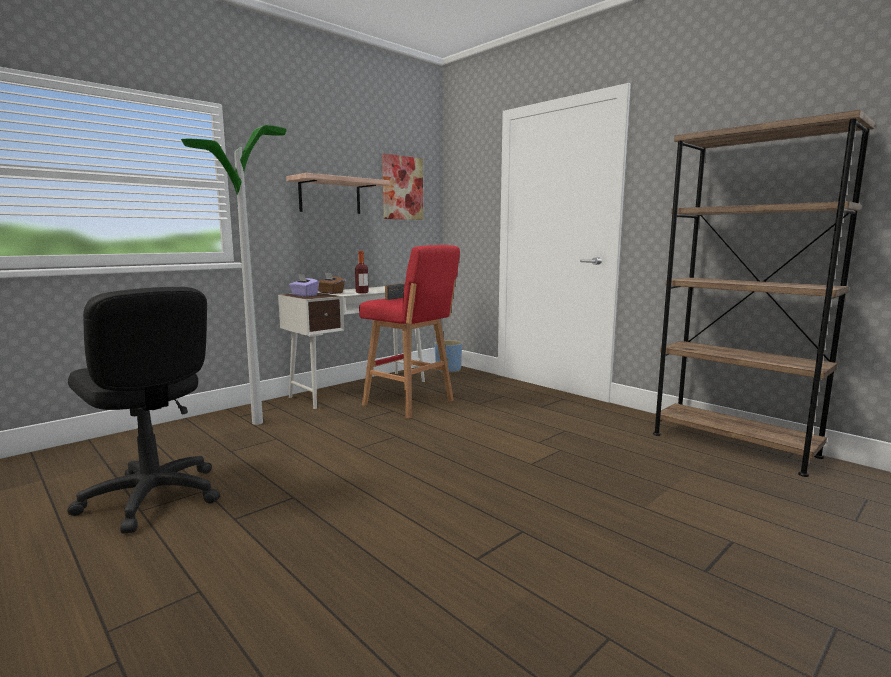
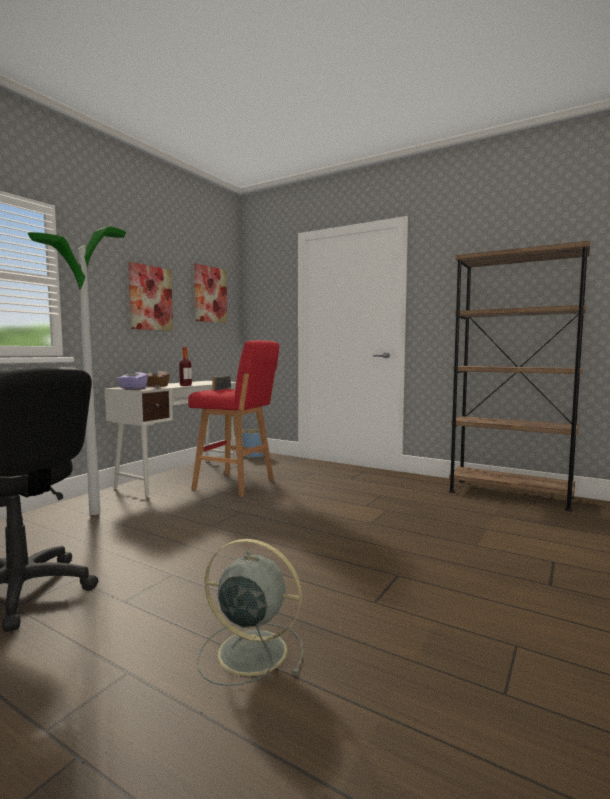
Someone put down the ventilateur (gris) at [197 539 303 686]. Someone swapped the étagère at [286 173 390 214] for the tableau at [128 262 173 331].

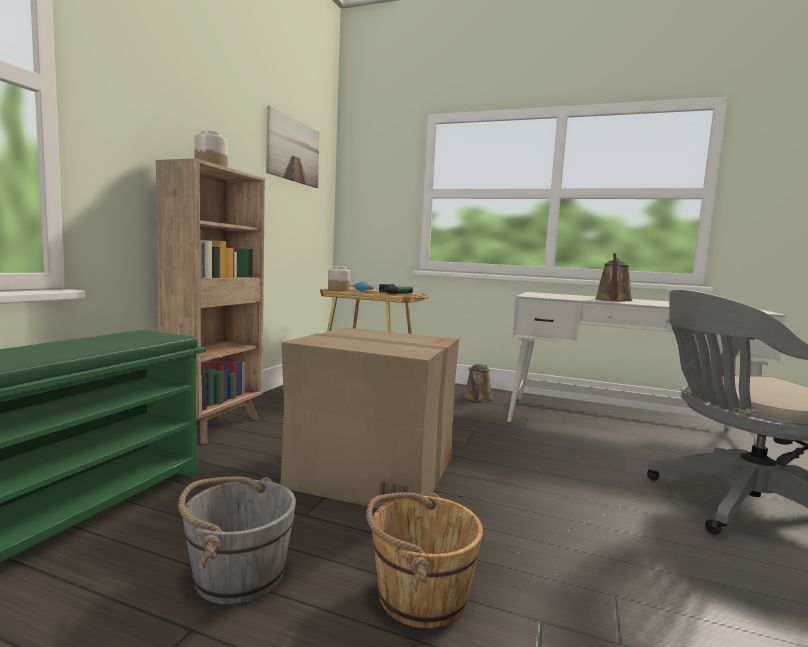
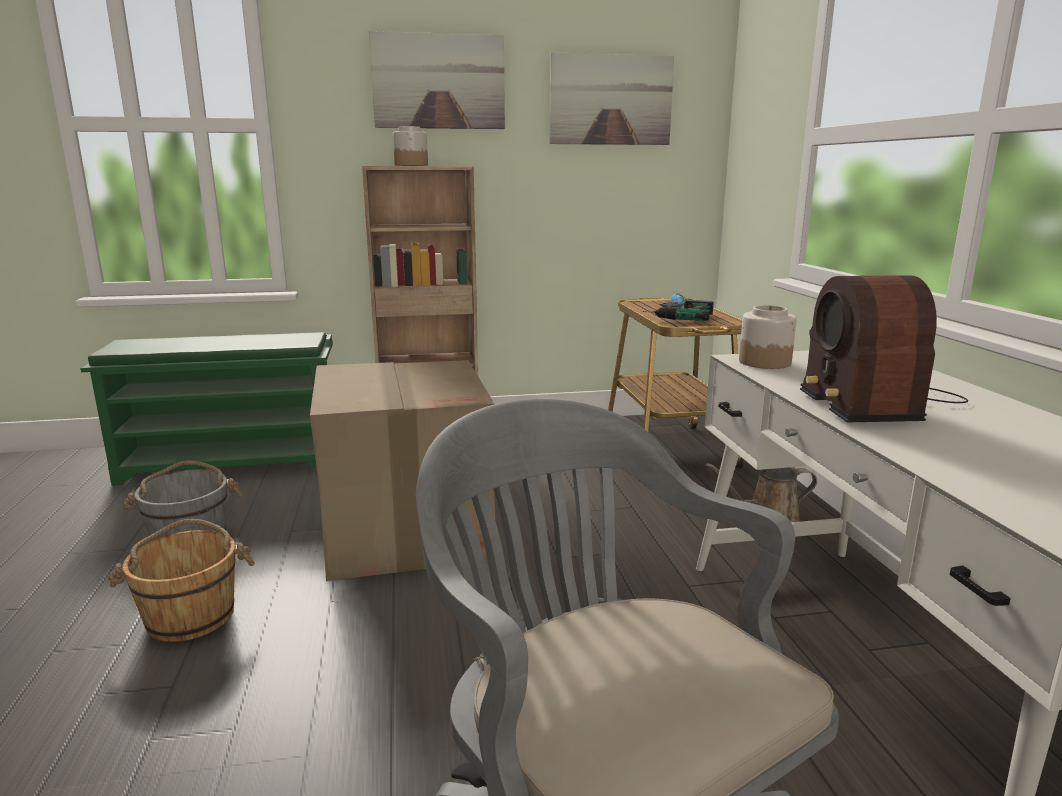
Someone put up the tableau at [369 31 505 129]. Someone carried the bocal from [328 266 350 291] to [739 305 797 369]. Someone swapped the arrosoir (marron) at [595 253 633 302] for the radio at [800 275 968 422].

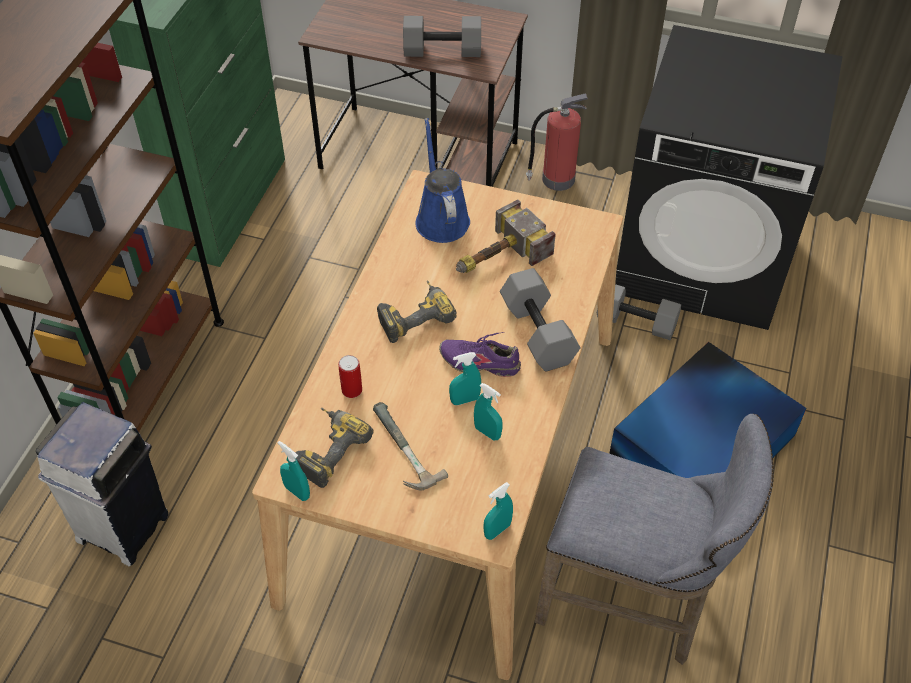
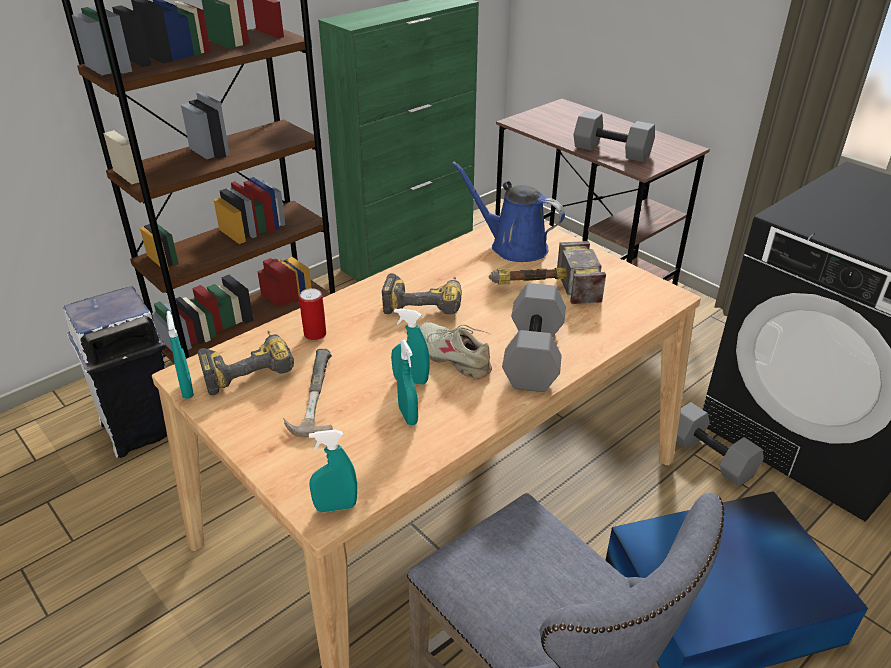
Someone took away the extincteur at [526 93 588 191]. Someone repainted the chaussure (violet) at [439 332 521 377], which became the chaussure (beige) at [419 322 492 379]. Someone rotated the arrosoir (bleu) at [415 118 470 243] by 75 degrees counterclockwise.

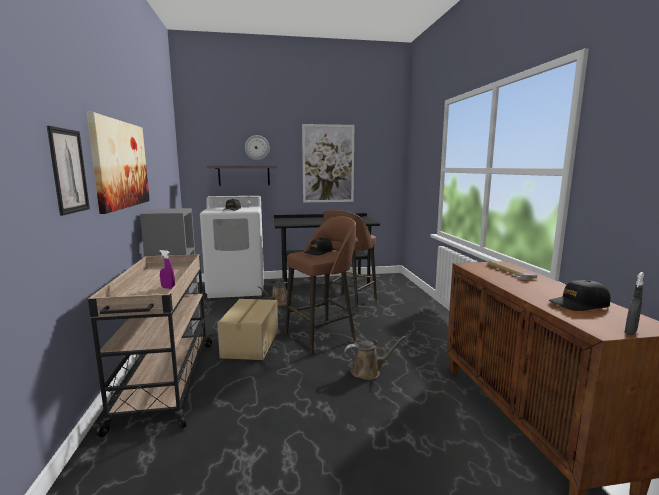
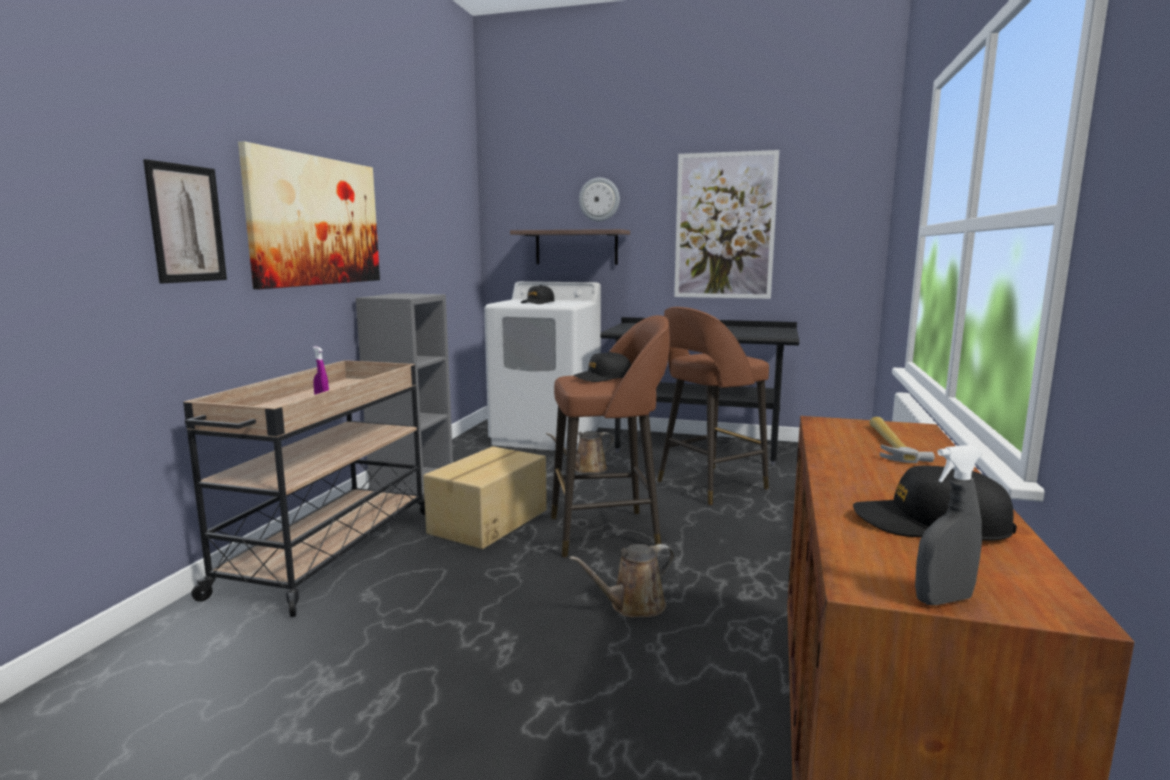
Someone rotated the arrosoir (marron) at [344 336 406 380] by 135 degrees clockwise.

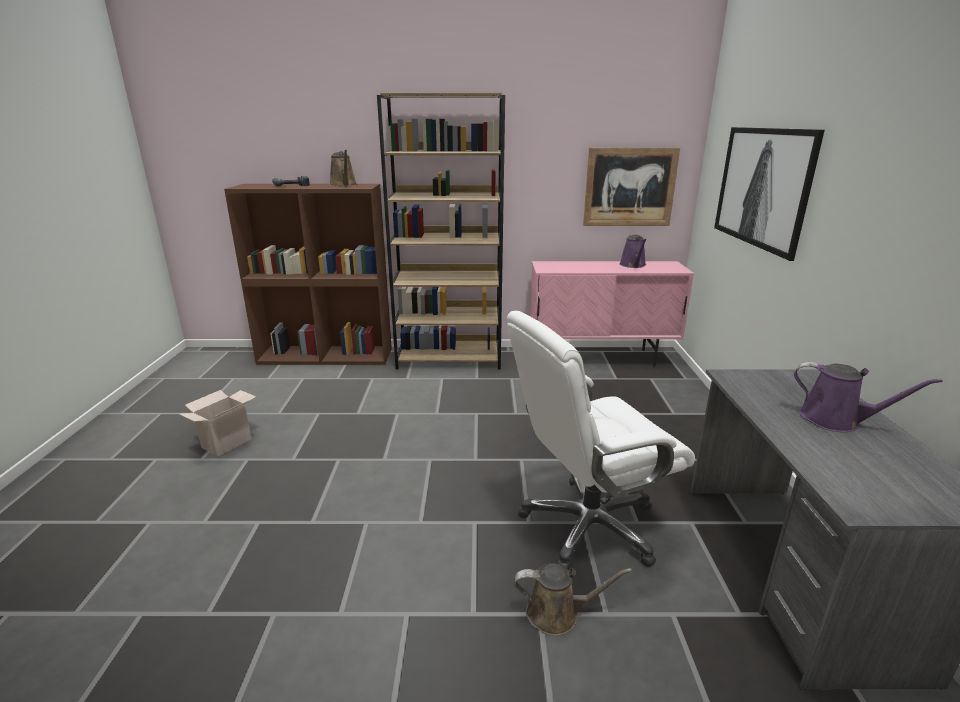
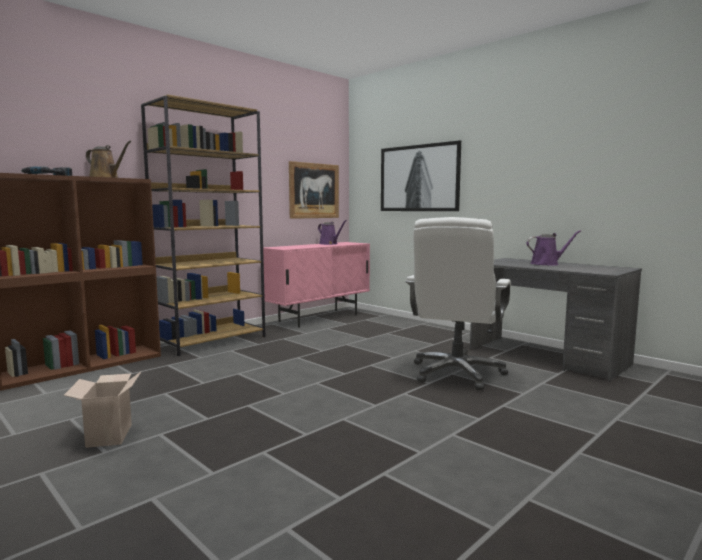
Someone took away the arrosoir (marron) at [514 564 632 636].

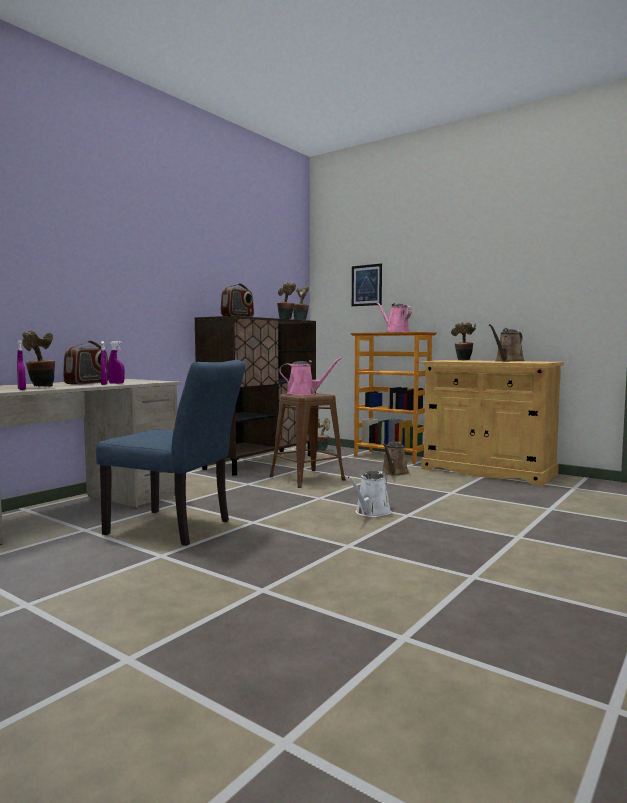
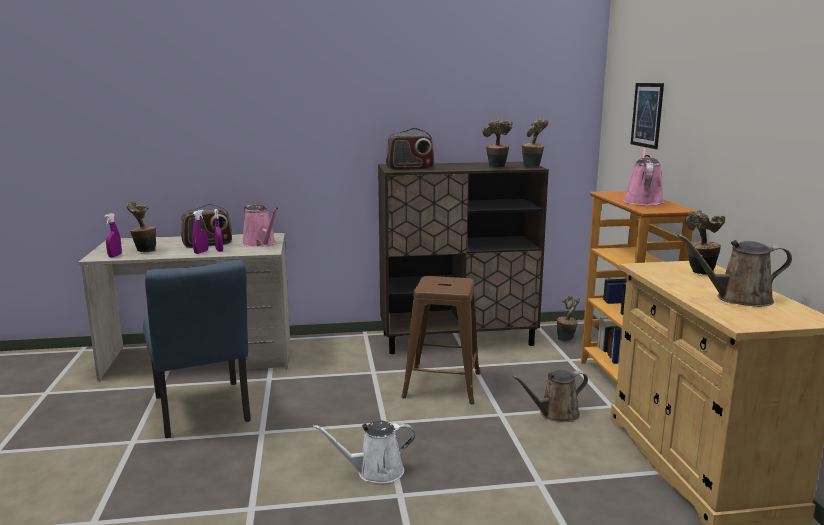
Someone carried the arrosoir (rose) from [279 357 342 395] to [242 204 278 247].

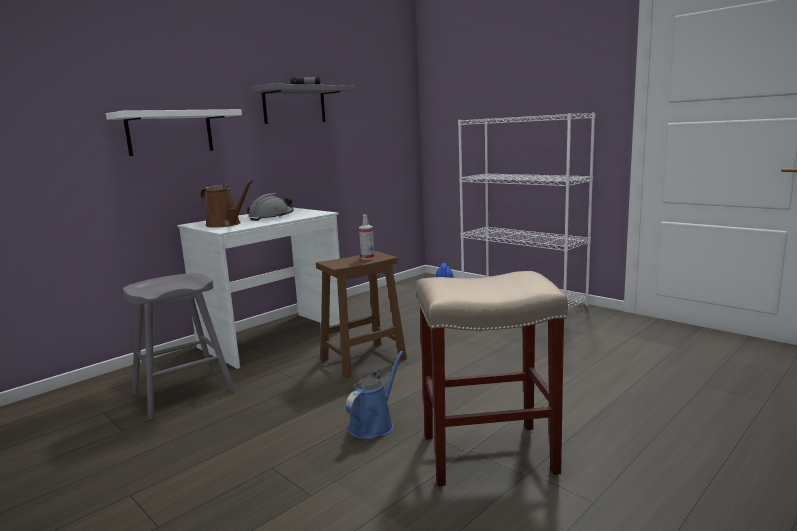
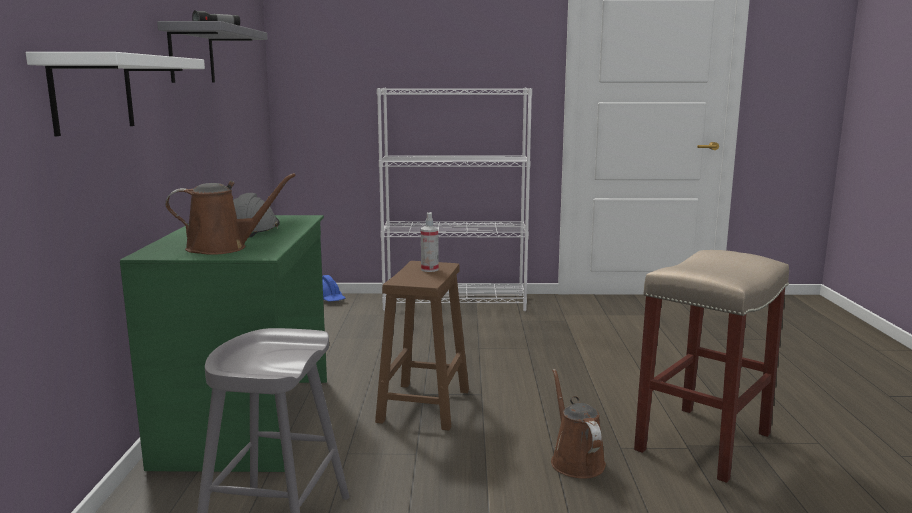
Someone repainted the bureau (blanc) at [177 208 340 369], which became the bureau (vert) at [120 215 327 472]. Someone repainted the arrosoir (bleu) at [346 351 403 439], which became the arrosoir (marron) at [551 369 606 479].

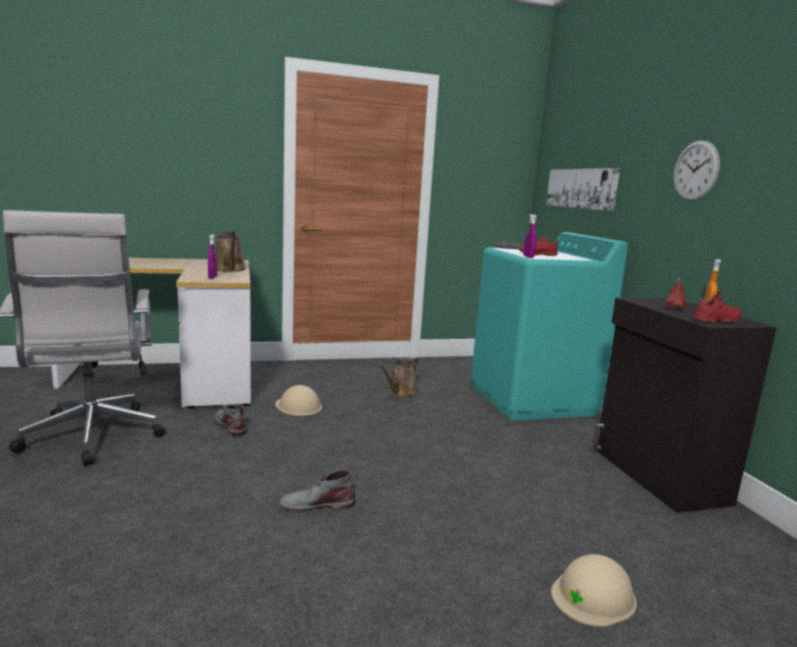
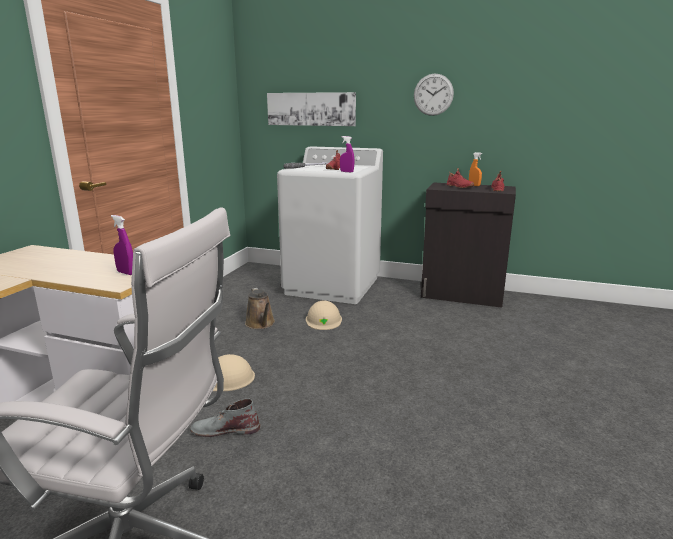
Someone took away the arrosoir (marron) at [215 231 246 272]. Someone took away the botte (gris) at [279 470 355 511]. Someone carried the casque de chantier (beige) from [551 554 637 627] to [306 300 342 330]. Someone repainted the lave-linge (turquoise) at [471 232 628 421], which became the lave-linge (blanc) at [277 146 383 304].

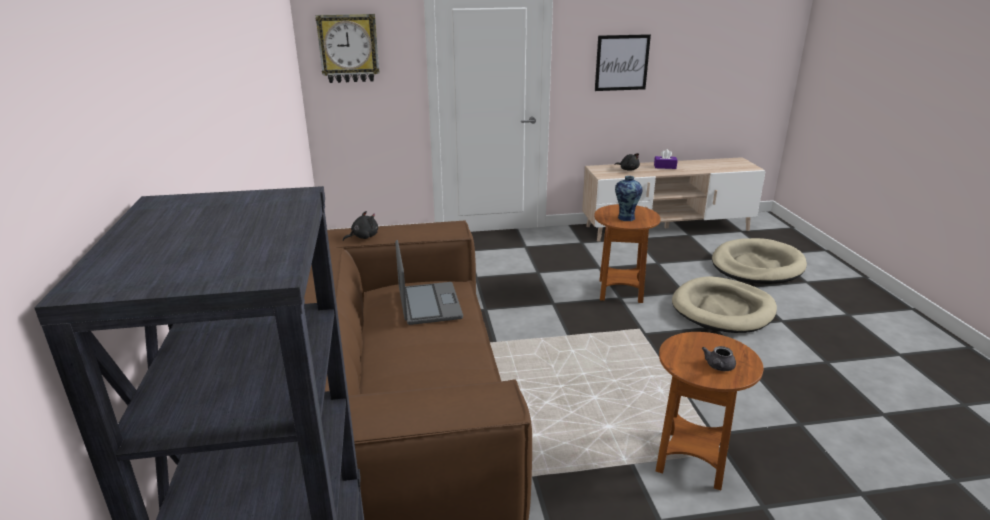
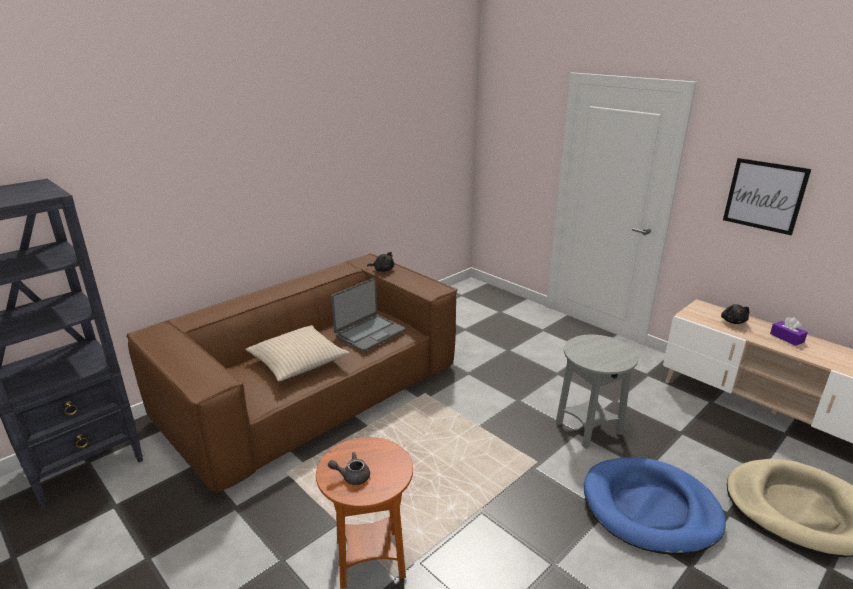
Someone took away the horloge murale at [316 14 380 83]. Someone took away the vase at [615 176 643 221]. Someone put down the coussin (beige) at [245 325 350 381]. Someone repainted the table d'appoint (marron) at [594 204 661 303], which became the table d'appoint (gris) at [556 335 638 449]. Someone repainted the panier pour chien (beige) at [672 276 777 333], which became the panier pour chien (bleu) at [584 457 726 555].

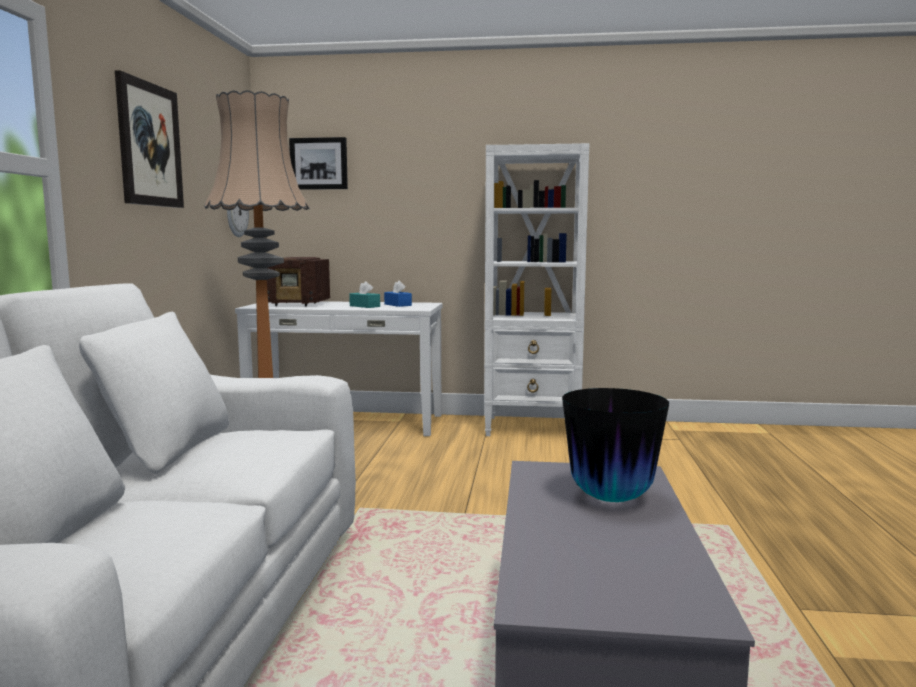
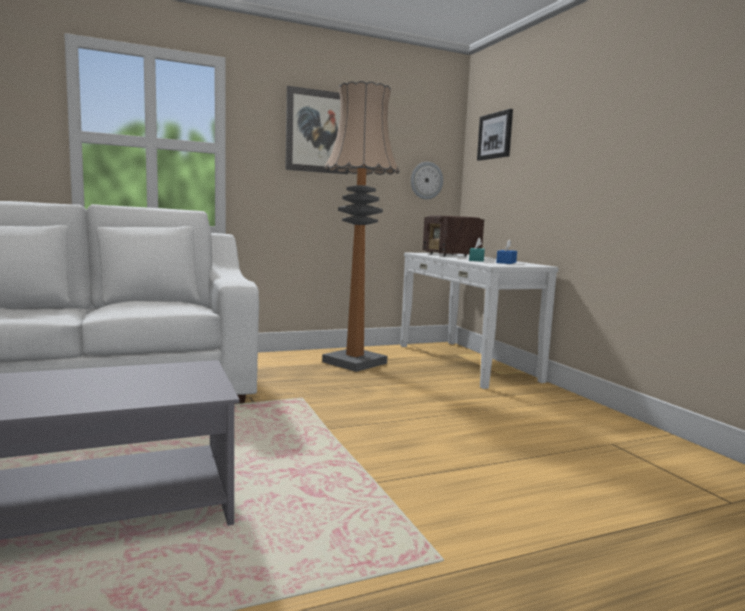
Someone took away the bibliothèque (blanc) at [484 143 589 436]. Someone took away the vase at [562 388 669 502].

